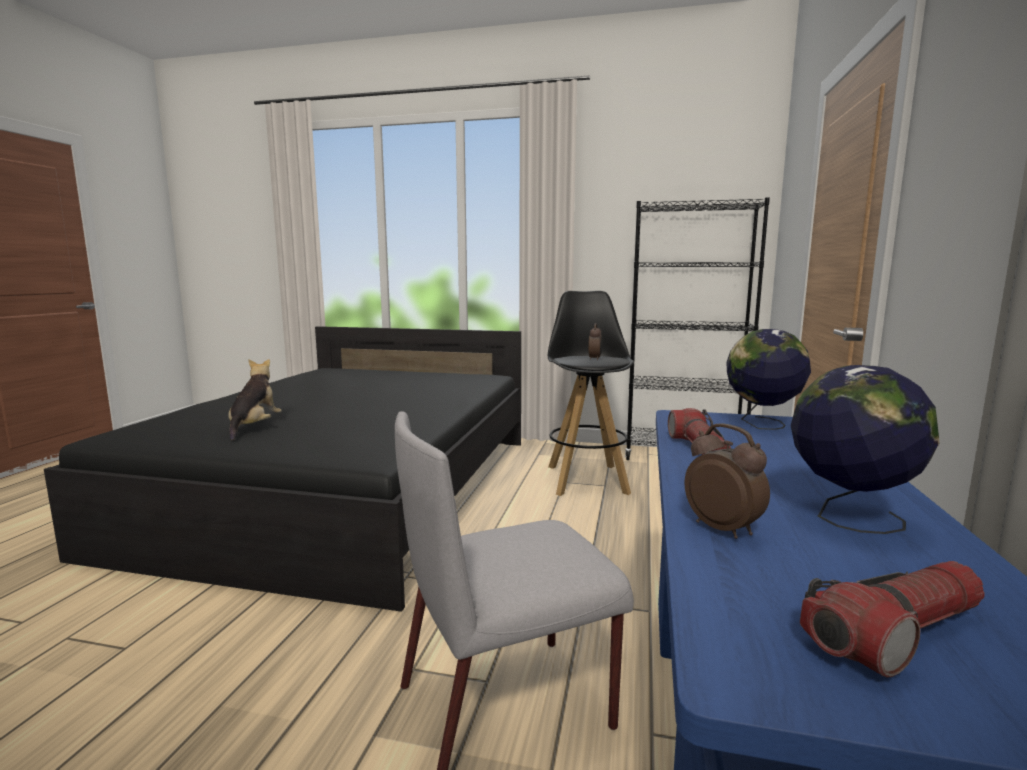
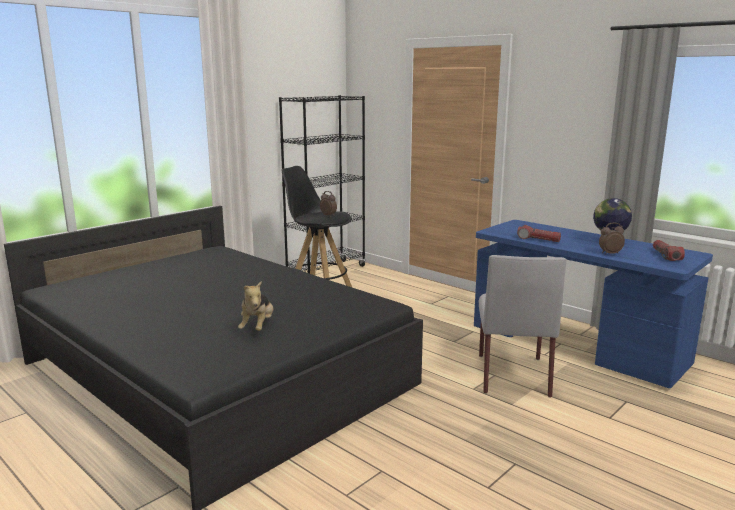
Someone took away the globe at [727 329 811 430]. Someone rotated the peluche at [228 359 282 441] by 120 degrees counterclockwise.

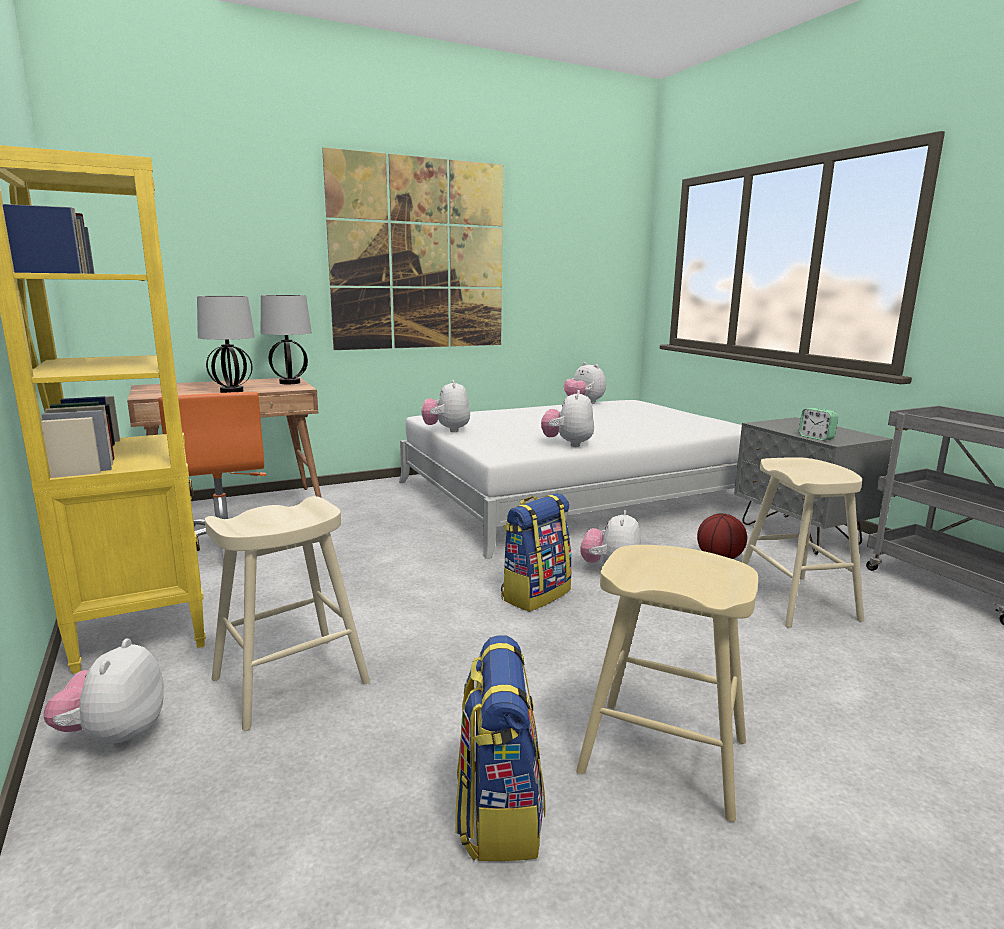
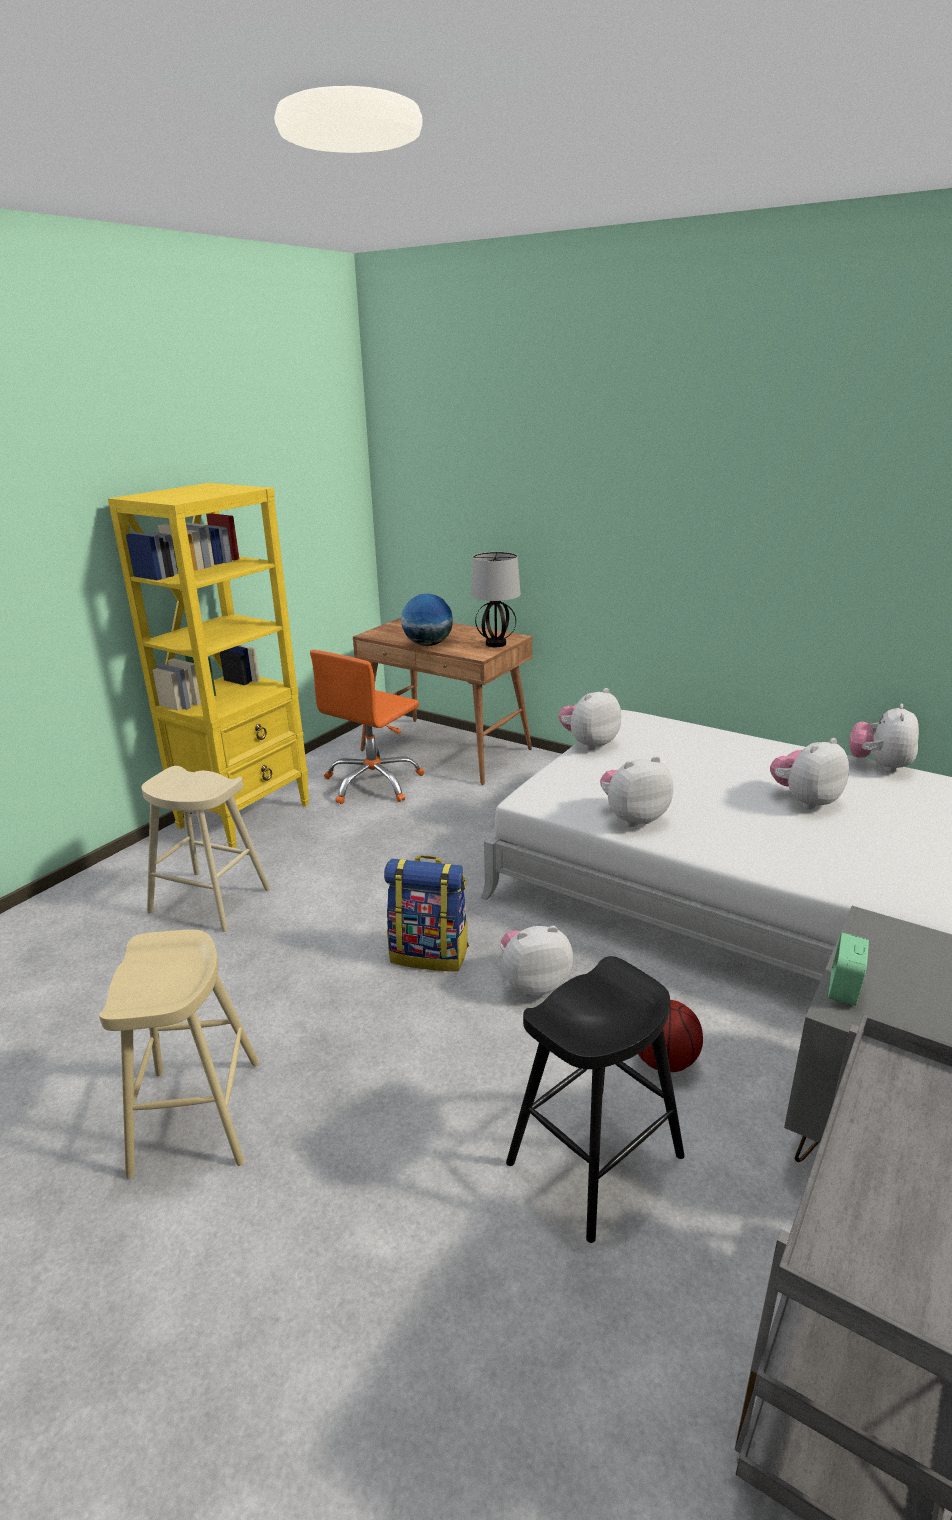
Someone took away the tableau at [322 147 503 350]. Someone took away the sac à dos at [455 635 545 861]. Someone carried the peluche from [43 639 164 749] to [770 738 849 809]. Someone swapped the lampe de table at [197 296 255 393] for the globe at [401 593 453 646]. Someone repainted the tabouret (beige) at [742 457 864 628], which became the tabouret (noir) at [506 956 685 1243].

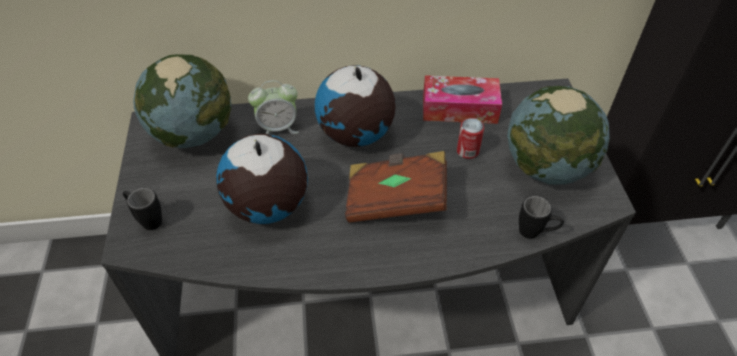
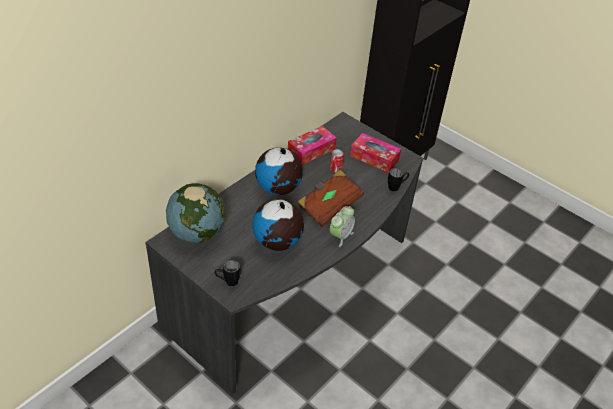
Someone carried the réveil from [248 80 299 134] to [330 206 355 247]. Someone swapped the globe at [507 86 610 184] for the boîte à mouchoirs at [350 133 401 173].

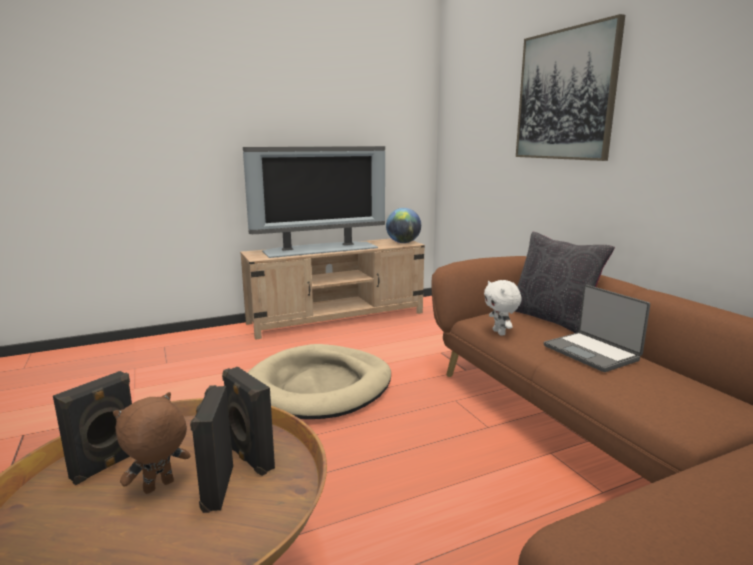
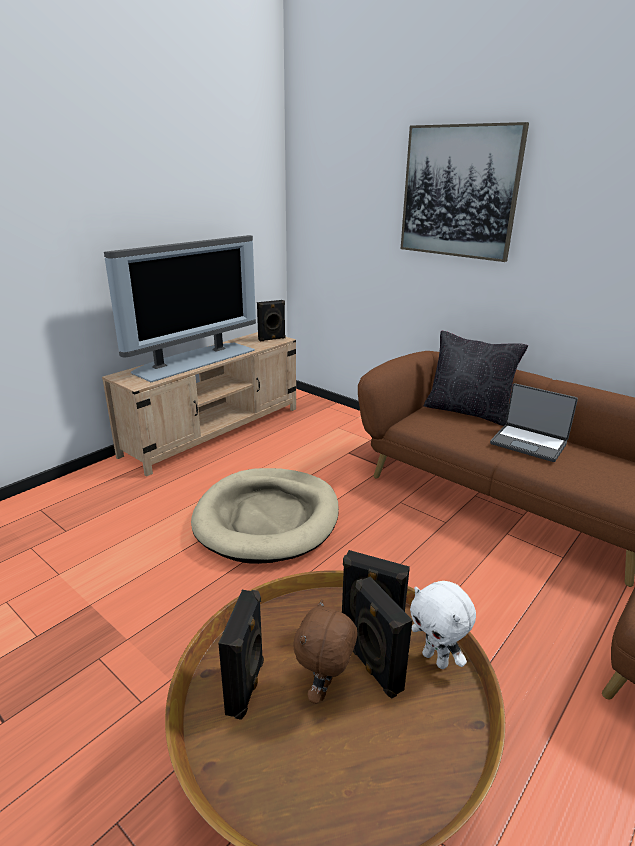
Someone carried the peluche (blanc) from [484 280 522 336] to [410 581 476 669]. Someone swapped the globe at [386 208 421 243] for the enceinte (noir) at [257 300 286 342].

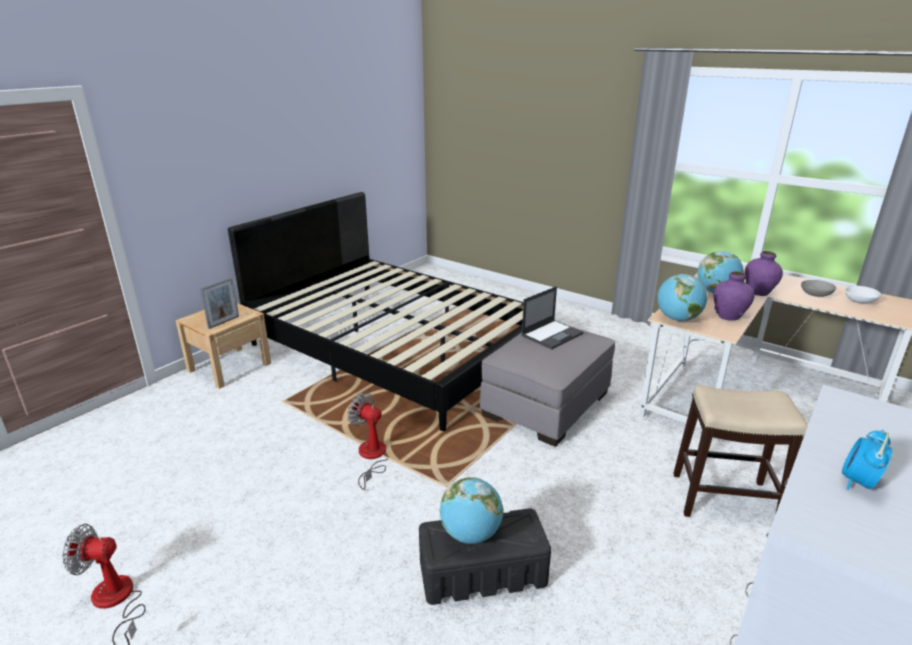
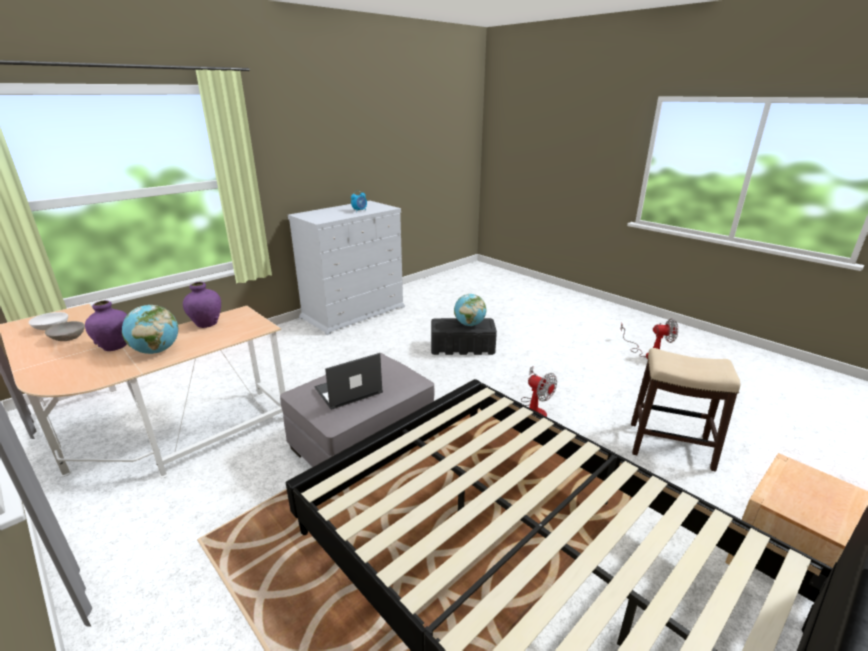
Someone took away the cadre photo at [200 278 239 329]. Someone took away the globe at [657 274 708 321]. Someone carried the tabouret from [673 385 808 517] to [631 348 740 471].

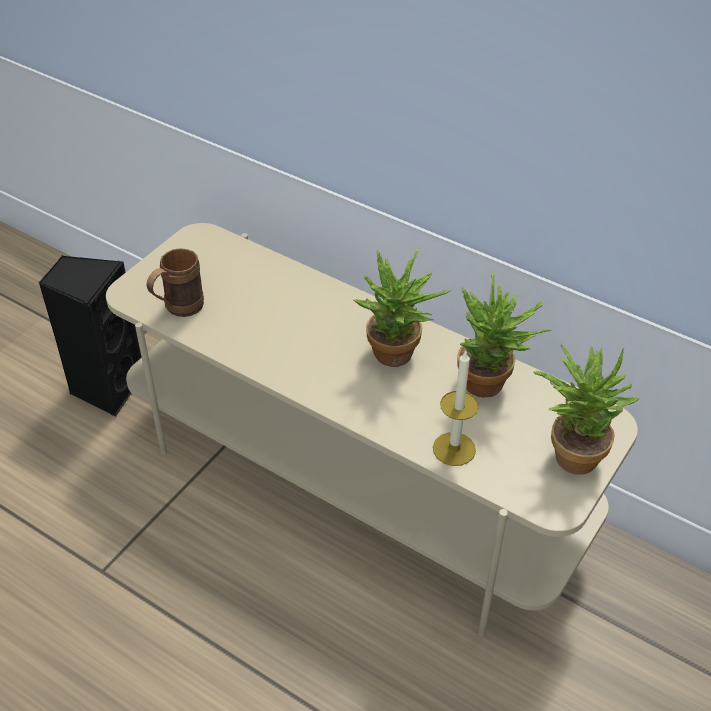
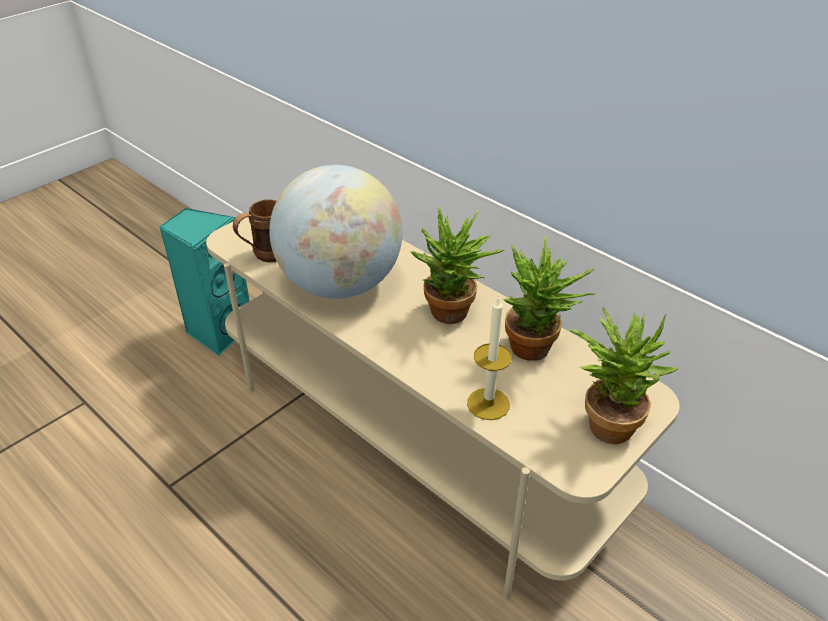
Someone put down the globe at [269 165 403 299]. Someone repainted the enceinte (noir) at [38 255 142 417], which became the enceinte (turquoise) at [159 207 250 356].

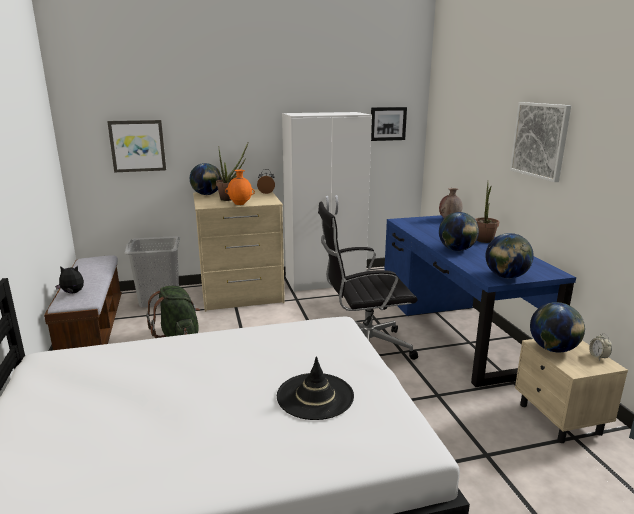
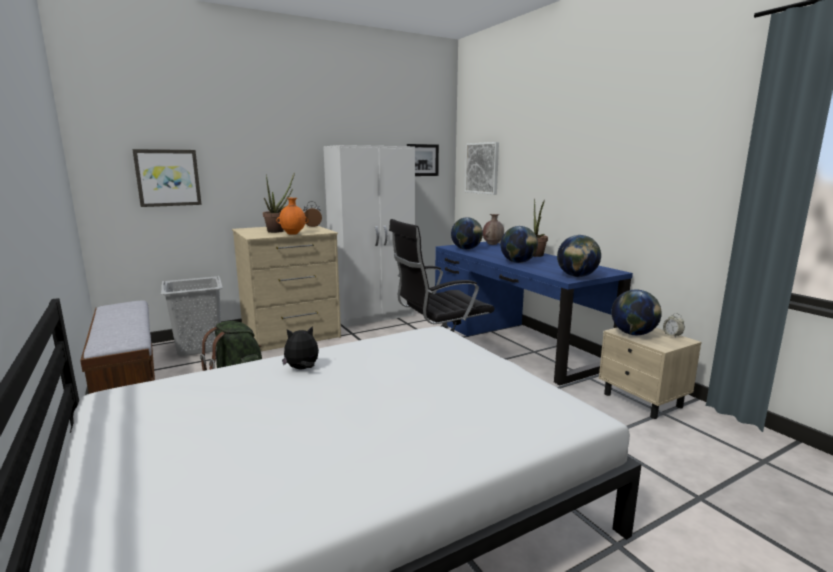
Someone took away the chapeau (noir) at [277 356 354 420]. Someone carried the peluche from [55 266 84 294] to [282 326 319 369]. Someone carried the globe from [190 163 221 195] to [451 217 483 250]. Someone carried the tableau from [510 102 571 182] to [465 142 499 195].

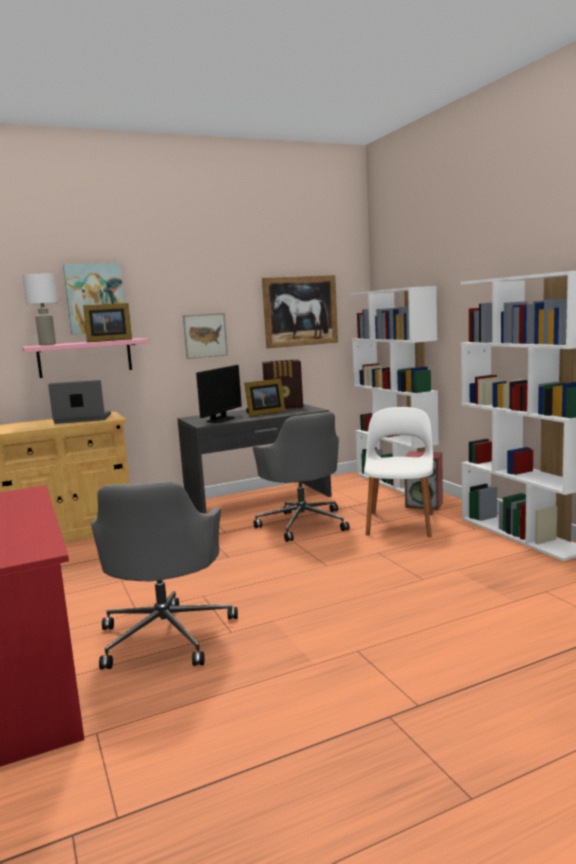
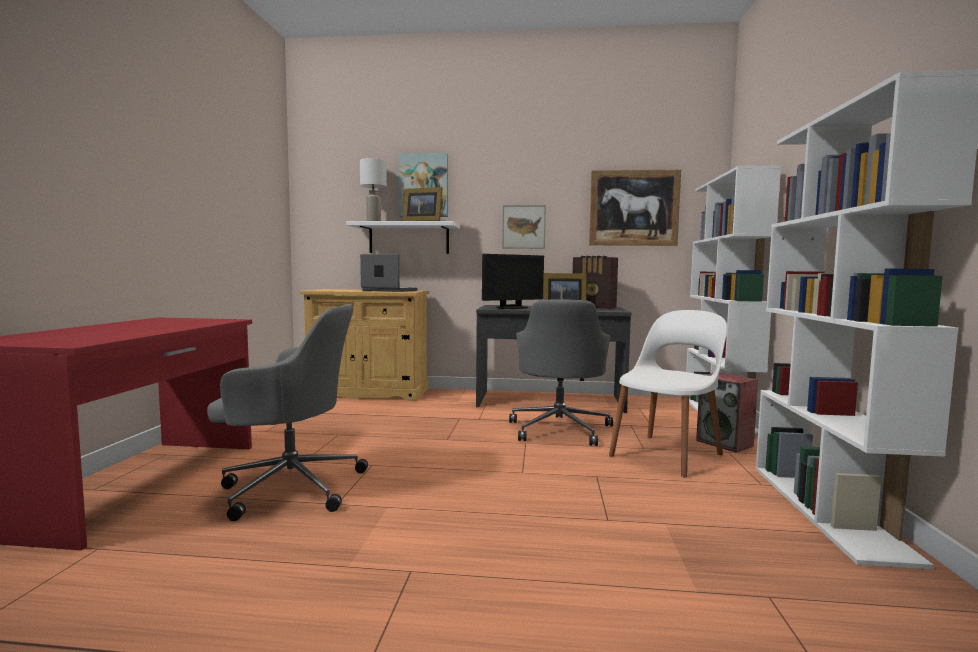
Someone repainted the étagère (rose) at [22 338 149 378], which became the étagère (blanc) at [346 221 460 254]. Someone rotated the chaise de bureau (gris) at [91 481 238 669] by 120 degrees counterclockwise.

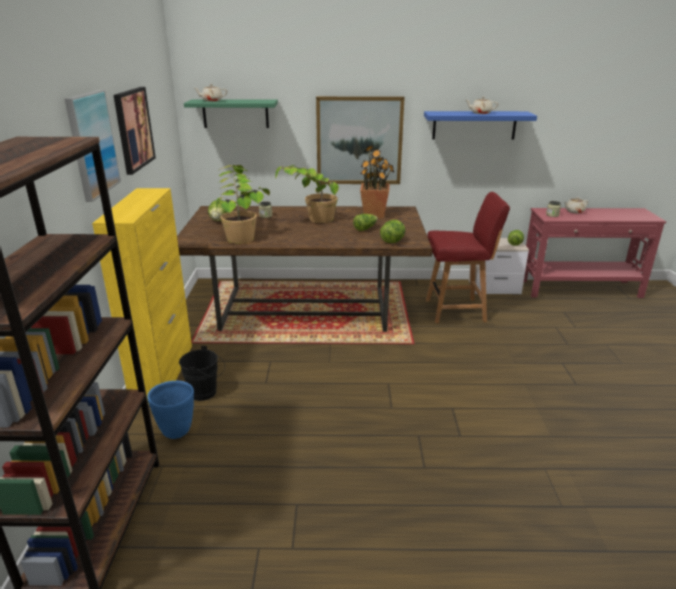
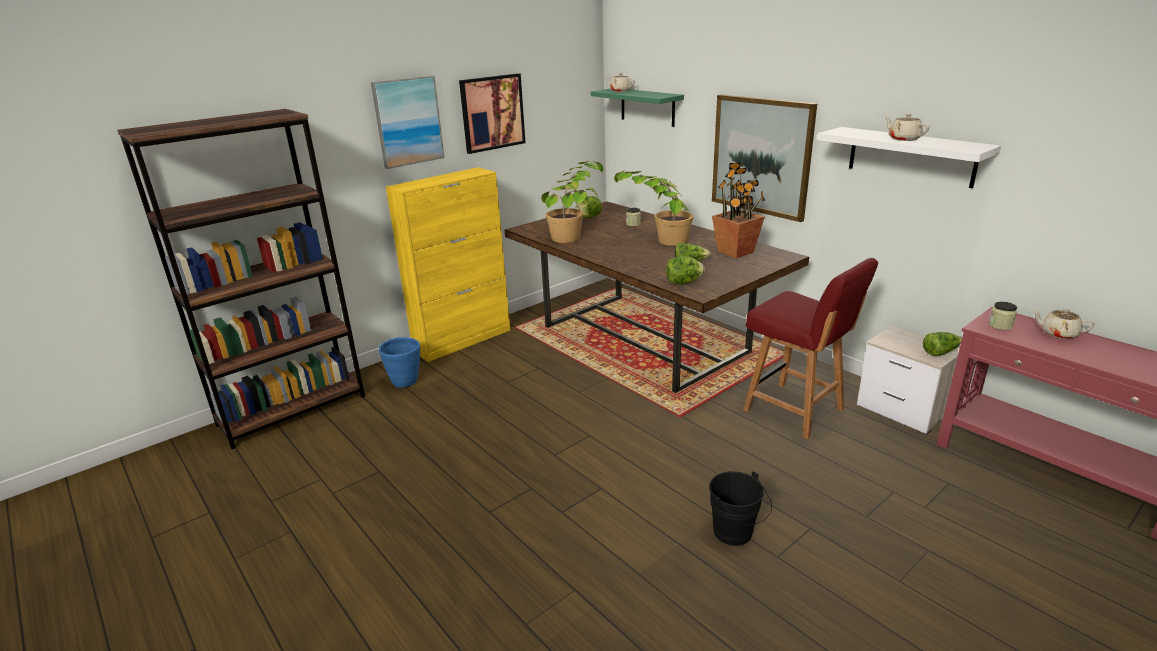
Someone carried the seau (noir) from [179 346 225 401] to [709 471 772 546]. Someone repainted the étagère (bleu) at [424 111 537 140], which became the étagère (blanc) at [817 127 1001 188].

